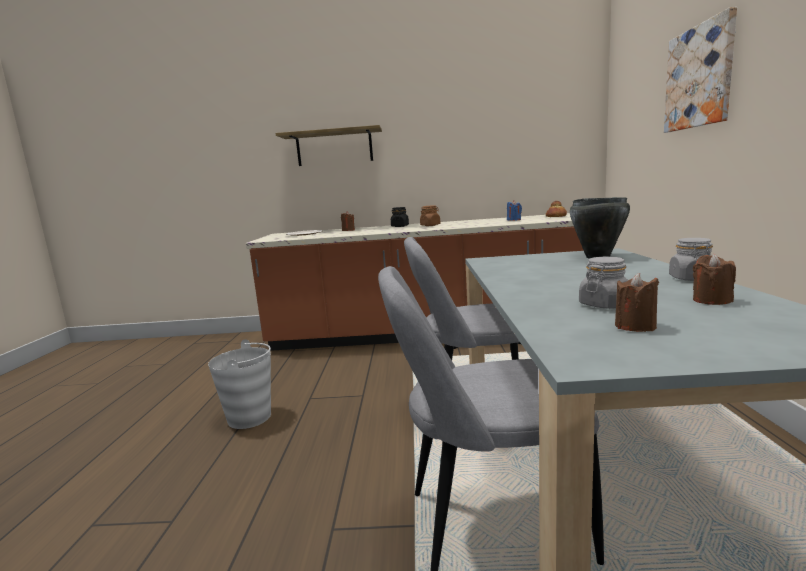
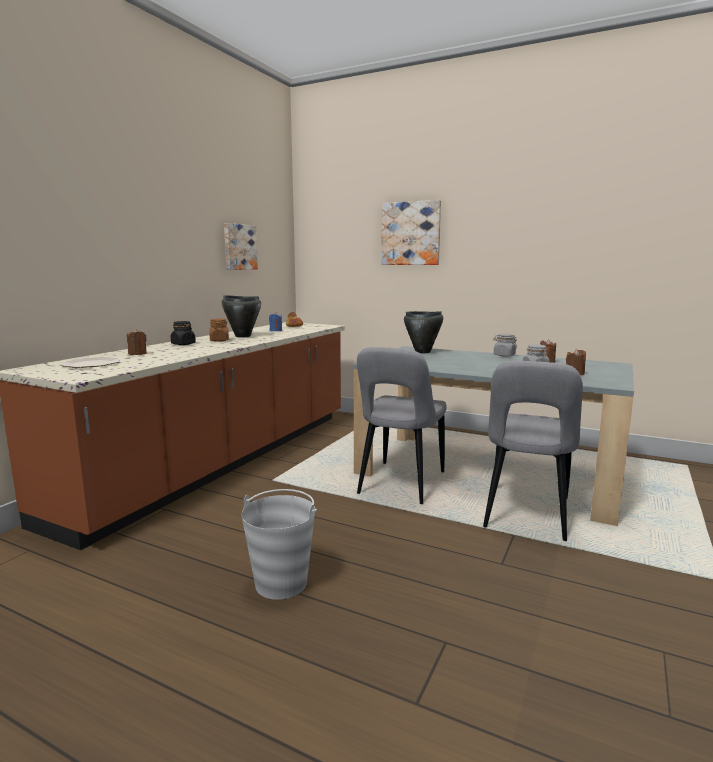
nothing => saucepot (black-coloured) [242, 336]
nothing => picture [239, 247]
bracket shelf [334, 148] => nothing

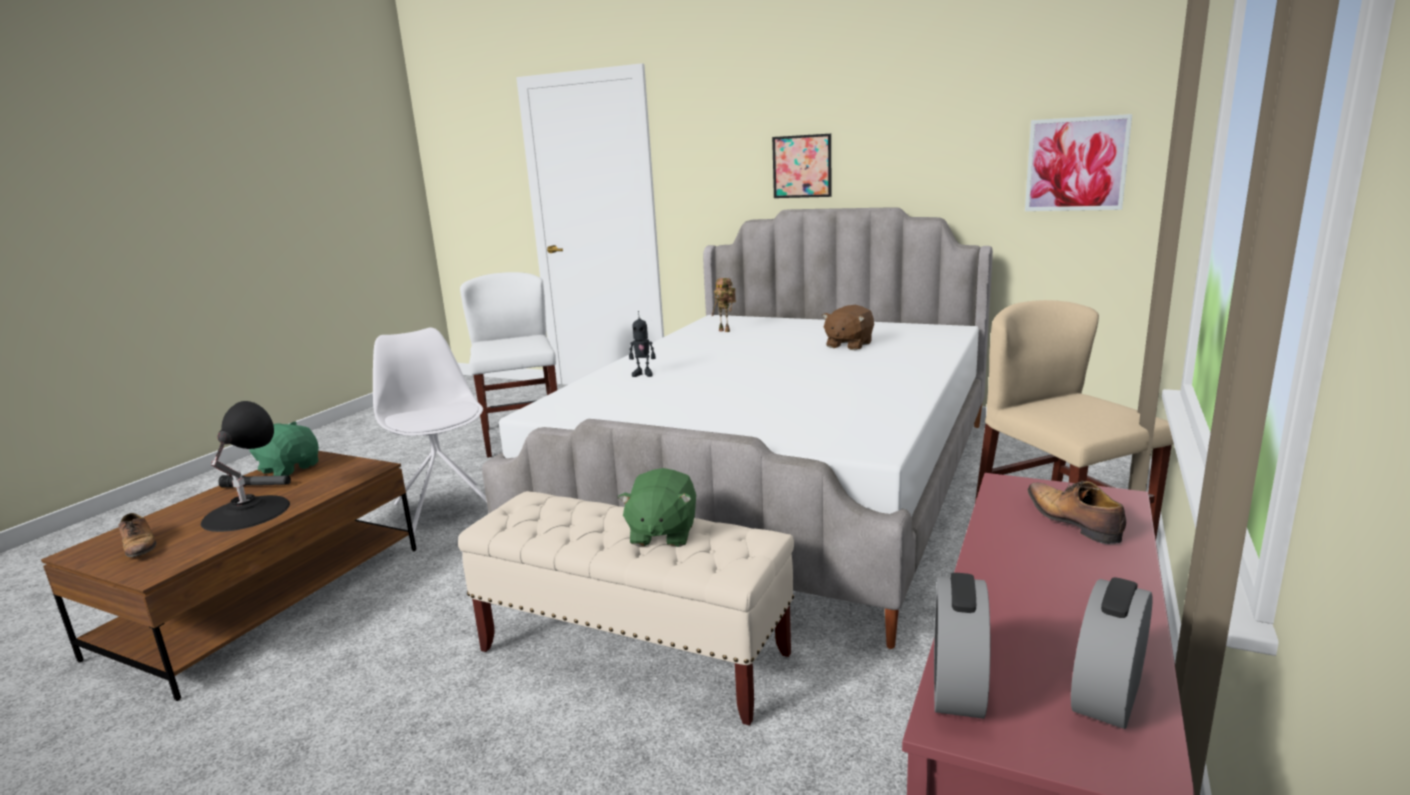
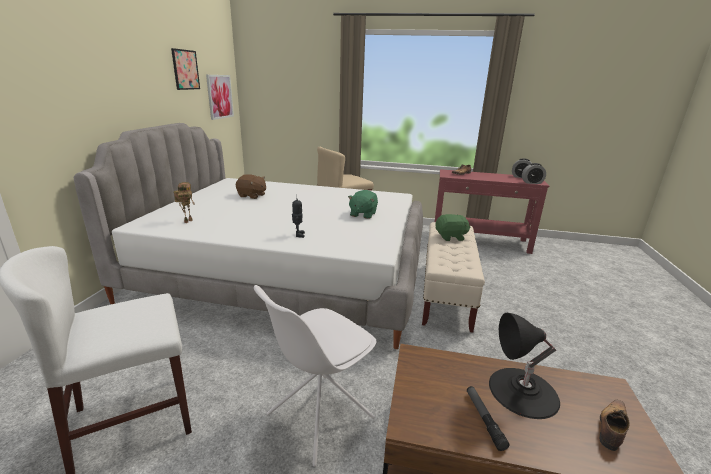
picture [802, 166] => picture [185, 69], relocated
soft toy (green-coloured) [290, 468] => soft toy (green-coloured) [362, 214], relocated

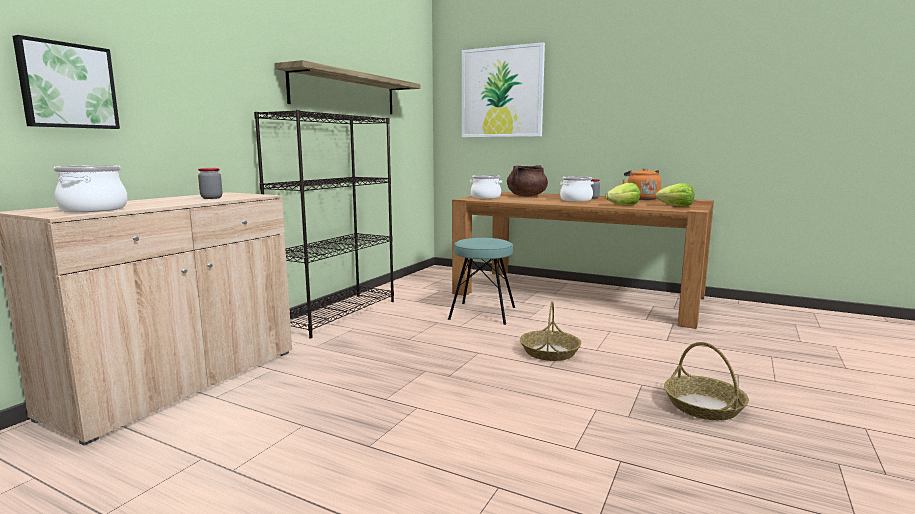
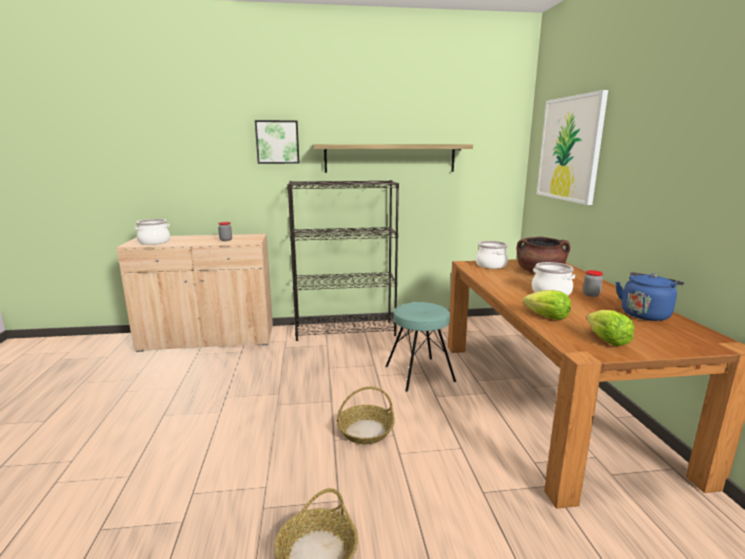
picture [67, 86] => picture [277, 142], relocated
water kettle (orangey) [641, 199] => water kettle (blue) [645, 314]

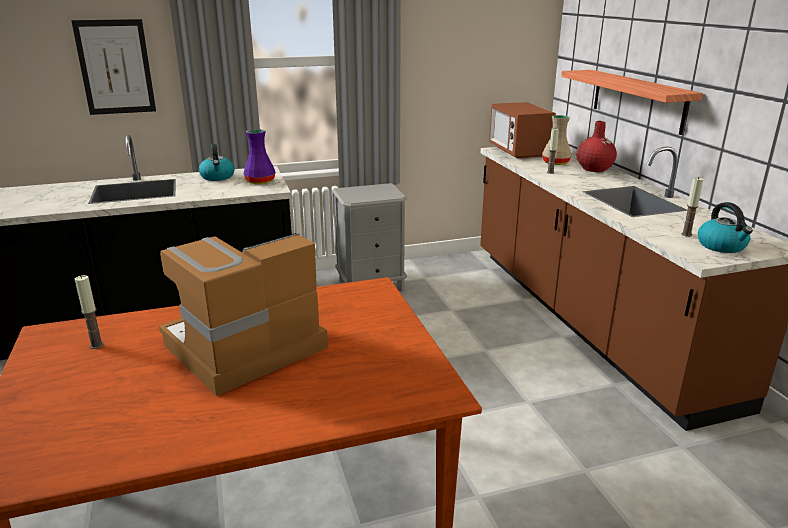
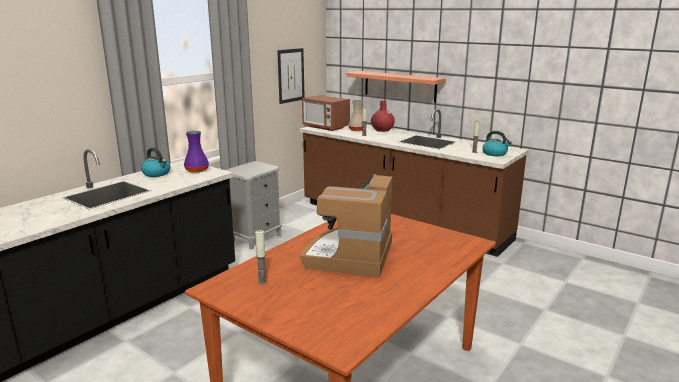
picture [115, 67] => picture [291, 75], relocated

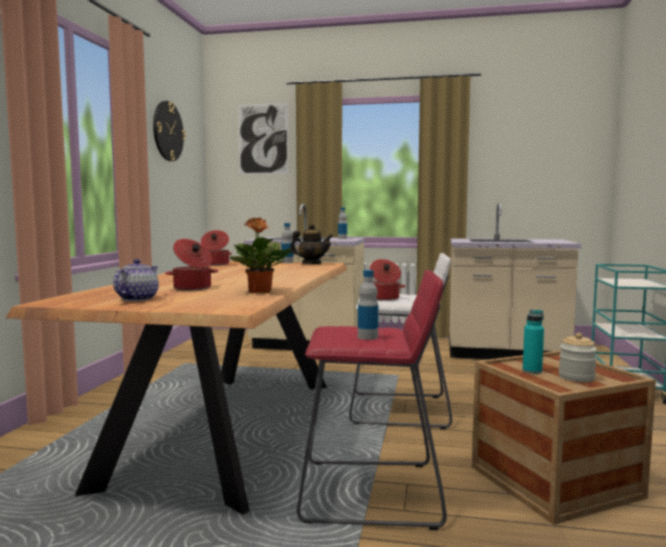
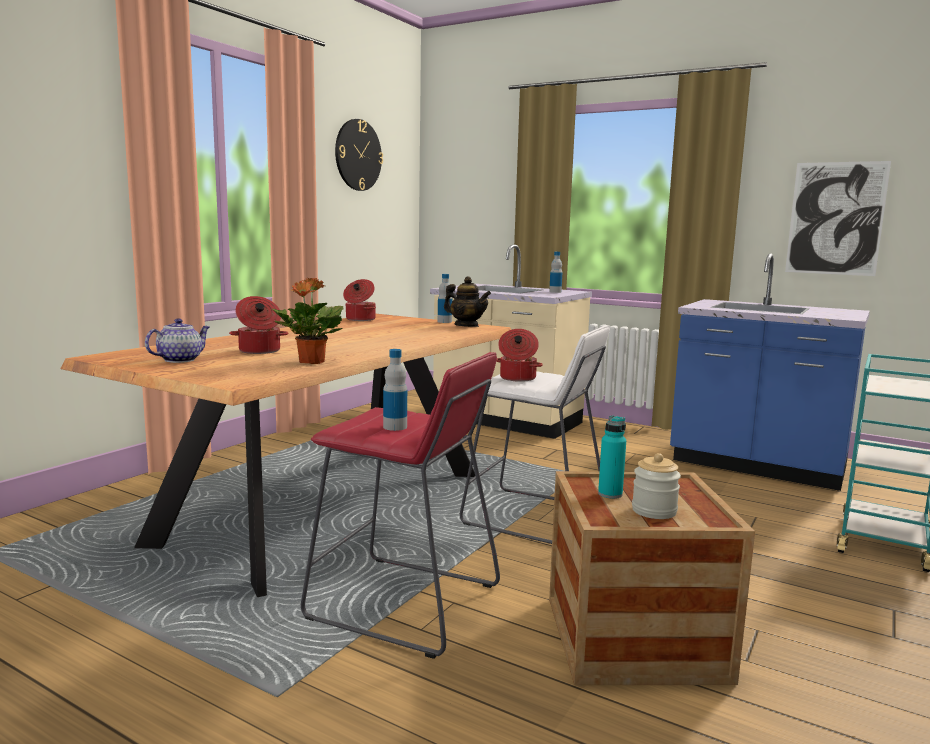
counter (beige-coloured) [505, 354] => counter (blue) [757, 466]
picture [263, 139] => picture [835, 218], relocated

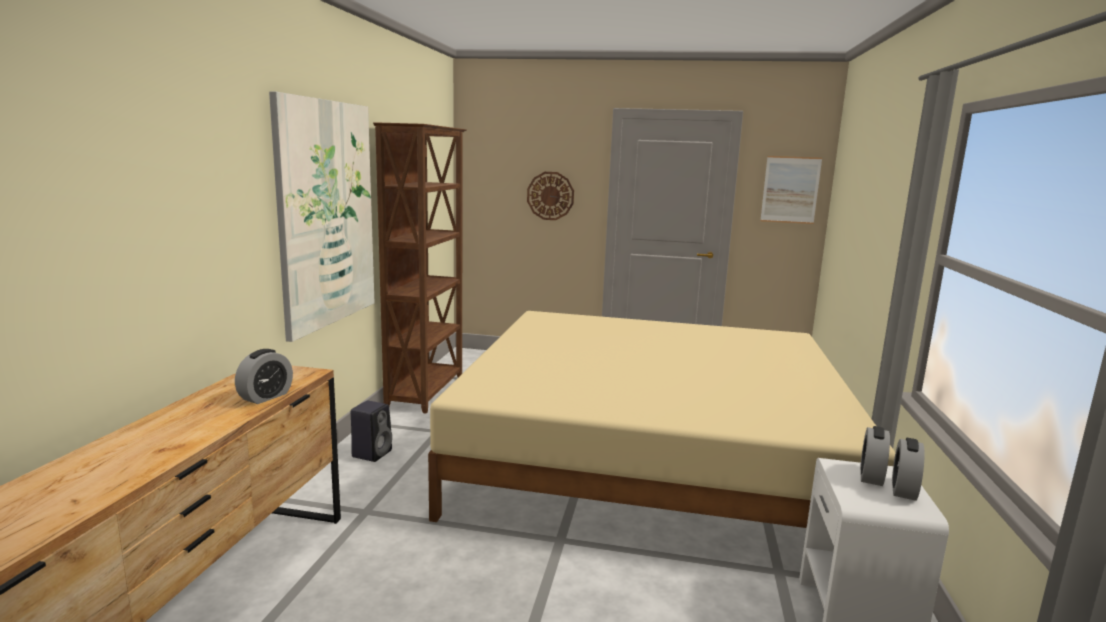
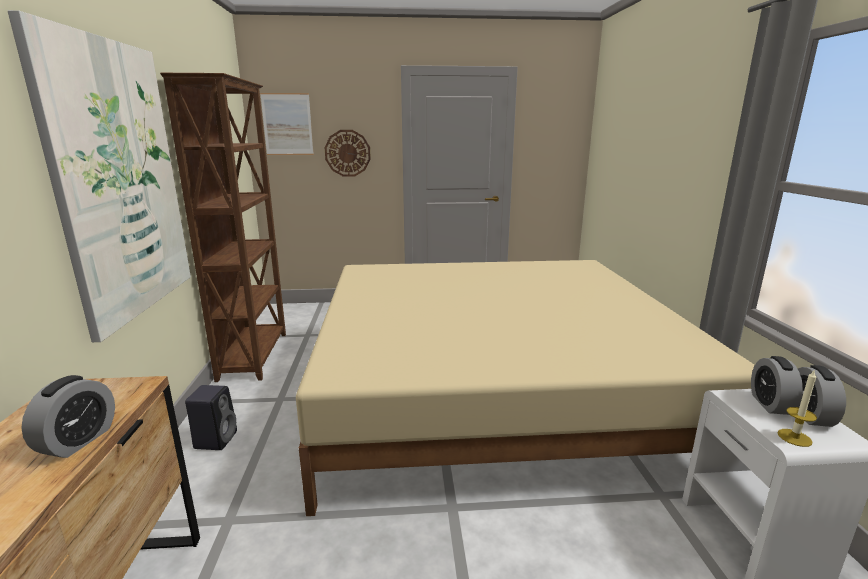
picture [790, 190] => picture [287, 124], relocated
nothing => wax light [794, 437]

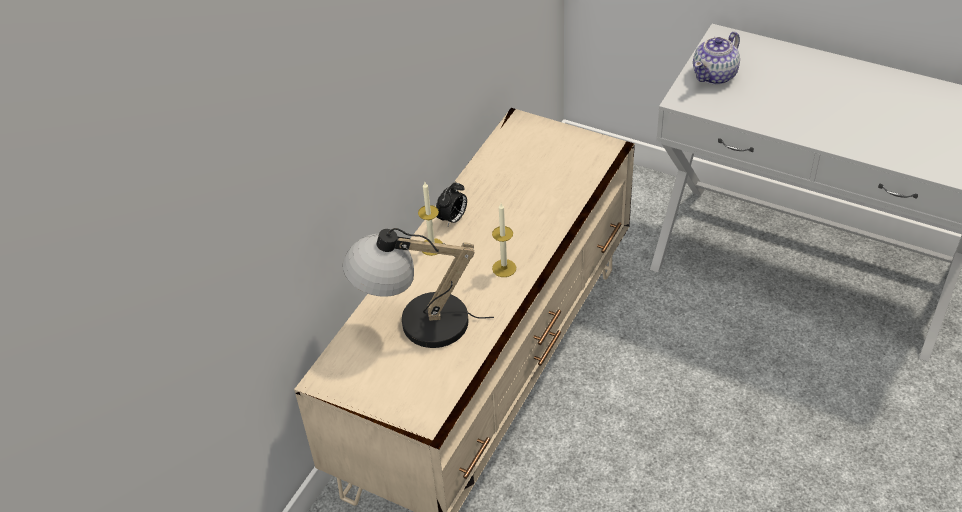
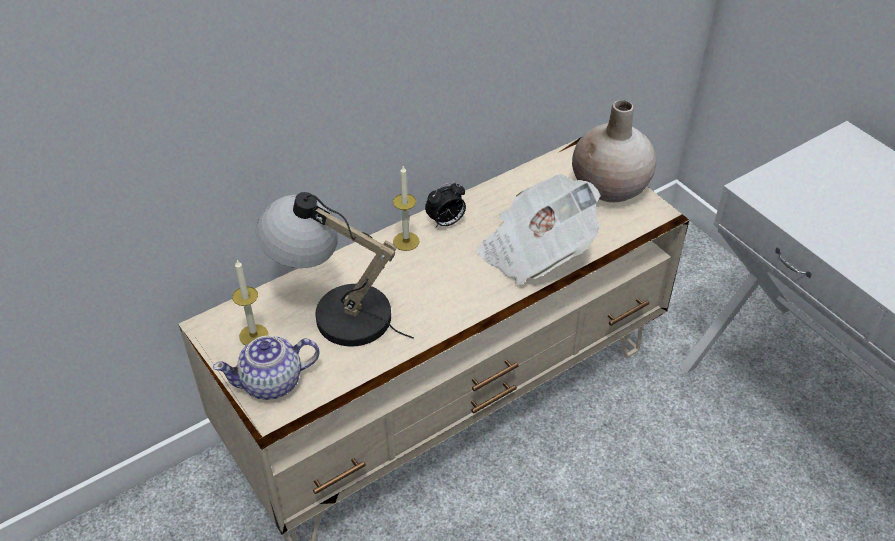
teapot [715, 75] => teapot [272, 382], relocated
wax light [504, 268] => wax light [253, 335], relocated
nothing => daily paper [535, 251]
nothing => decorative vase (beige-coloured) [610, 187]

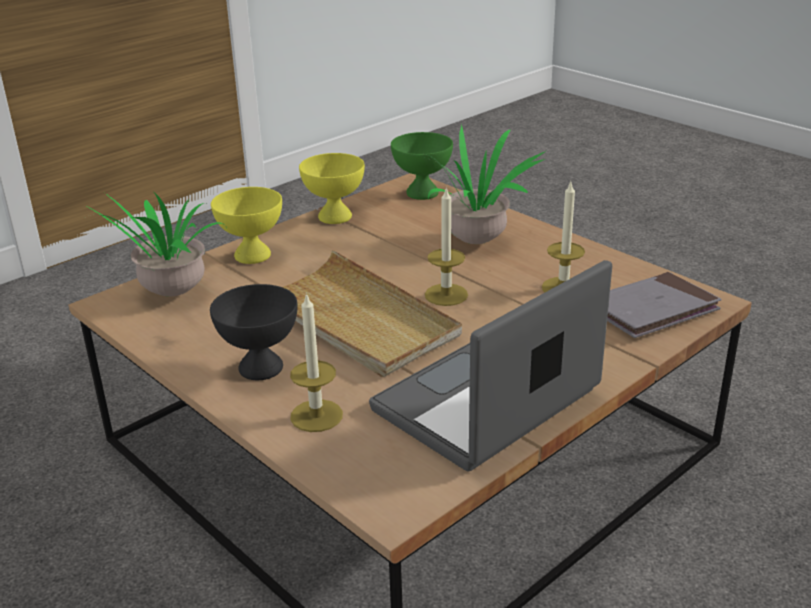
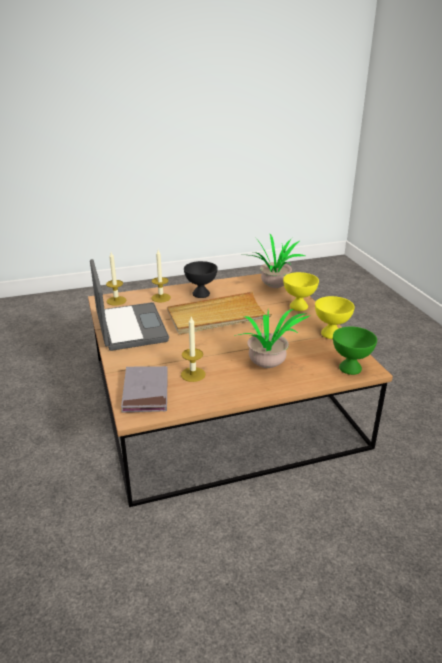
wax light [446, 295] => wax light [116, 301], relocated

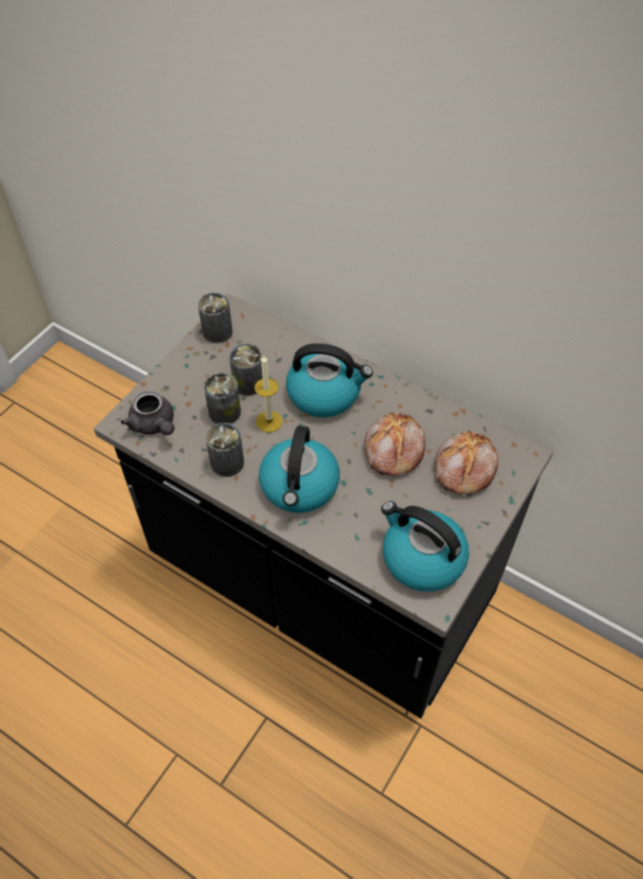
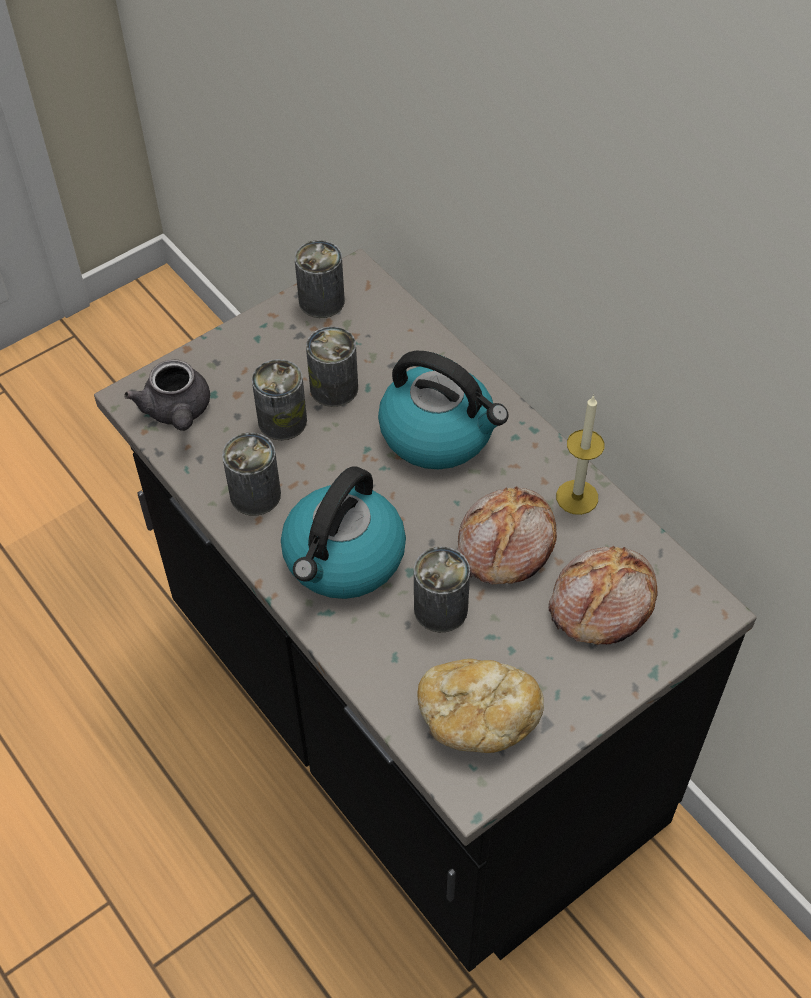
nothing => can [440, 609]
water kettle [421, 558] => bread [477, 717]
wax light [269, 421] => wax light [577, 497], relocated

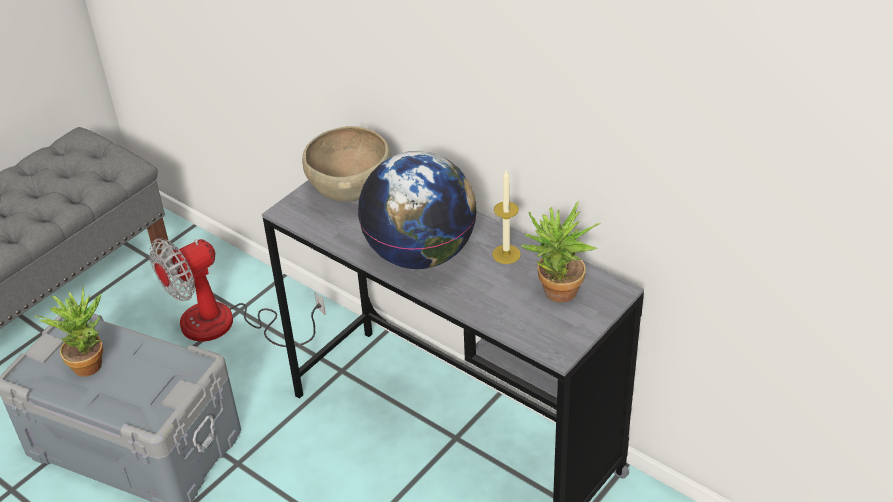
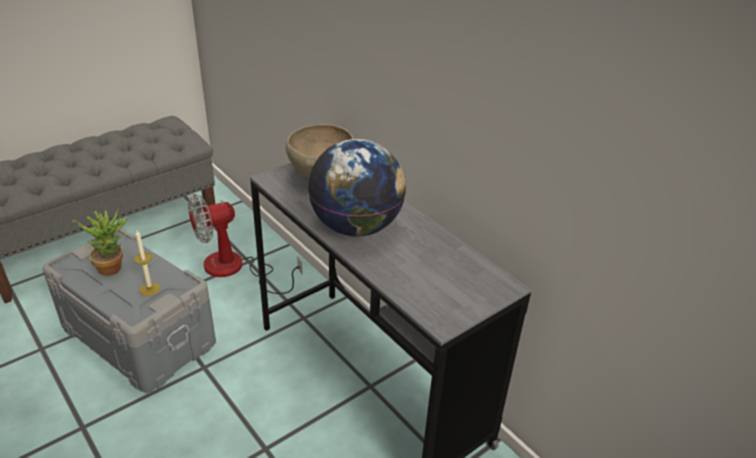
wax light [506, 254] => wax light [150, 289], relocated
houseplant [556, 295] => nothing

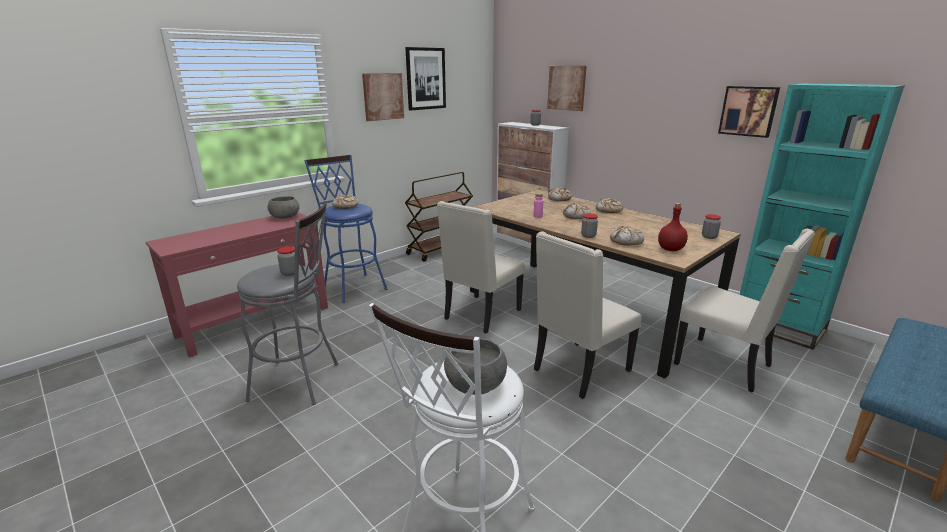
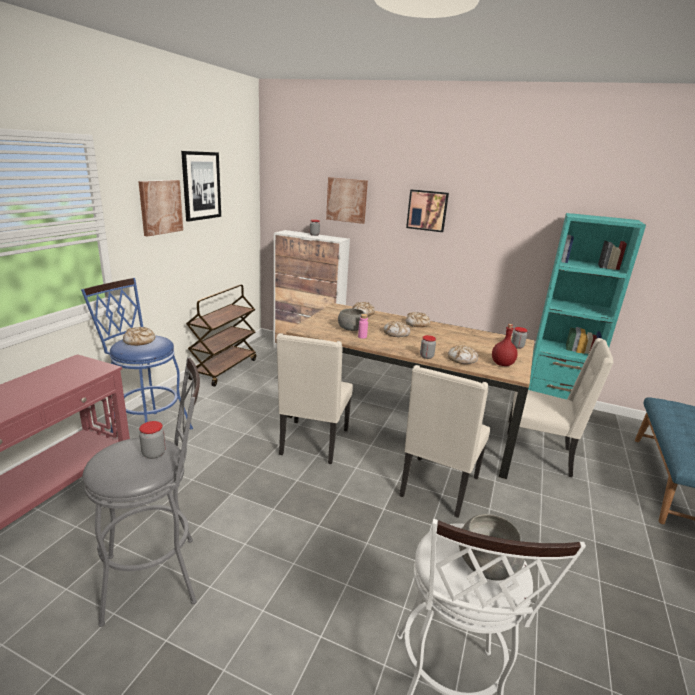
serving bowl (gray) [285, 217] => serving bowl (gray) [351, 328], relocated
picture [748, 111] => picture [427, 210], relocated

